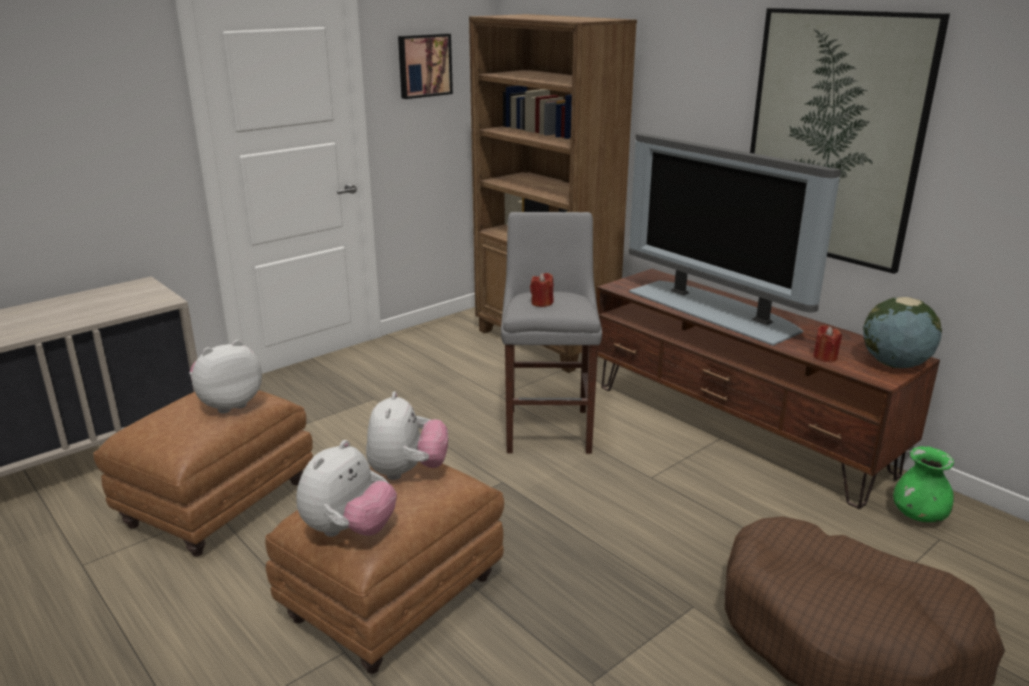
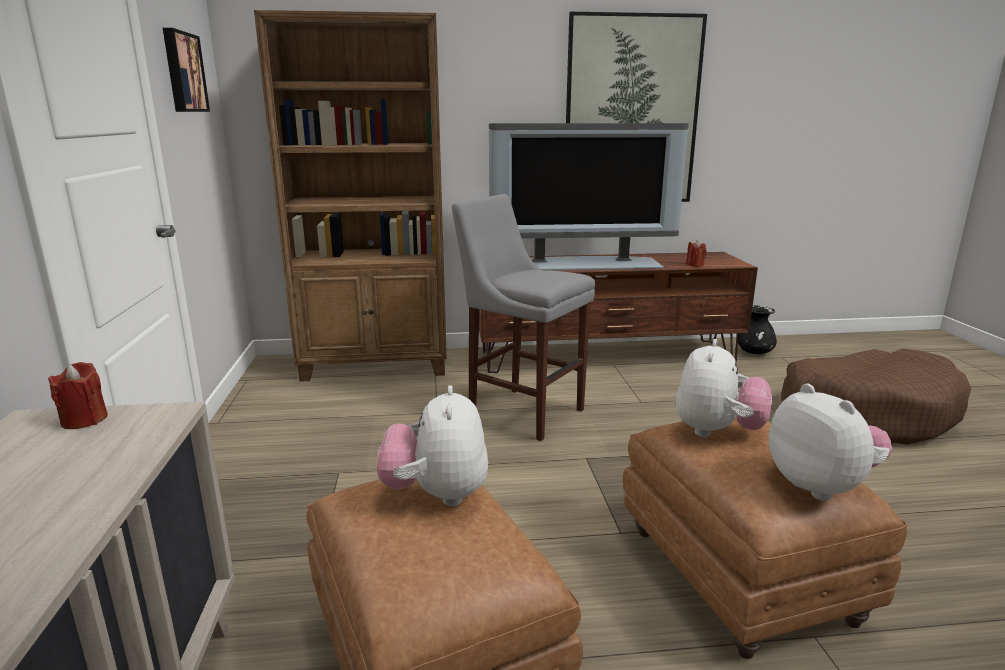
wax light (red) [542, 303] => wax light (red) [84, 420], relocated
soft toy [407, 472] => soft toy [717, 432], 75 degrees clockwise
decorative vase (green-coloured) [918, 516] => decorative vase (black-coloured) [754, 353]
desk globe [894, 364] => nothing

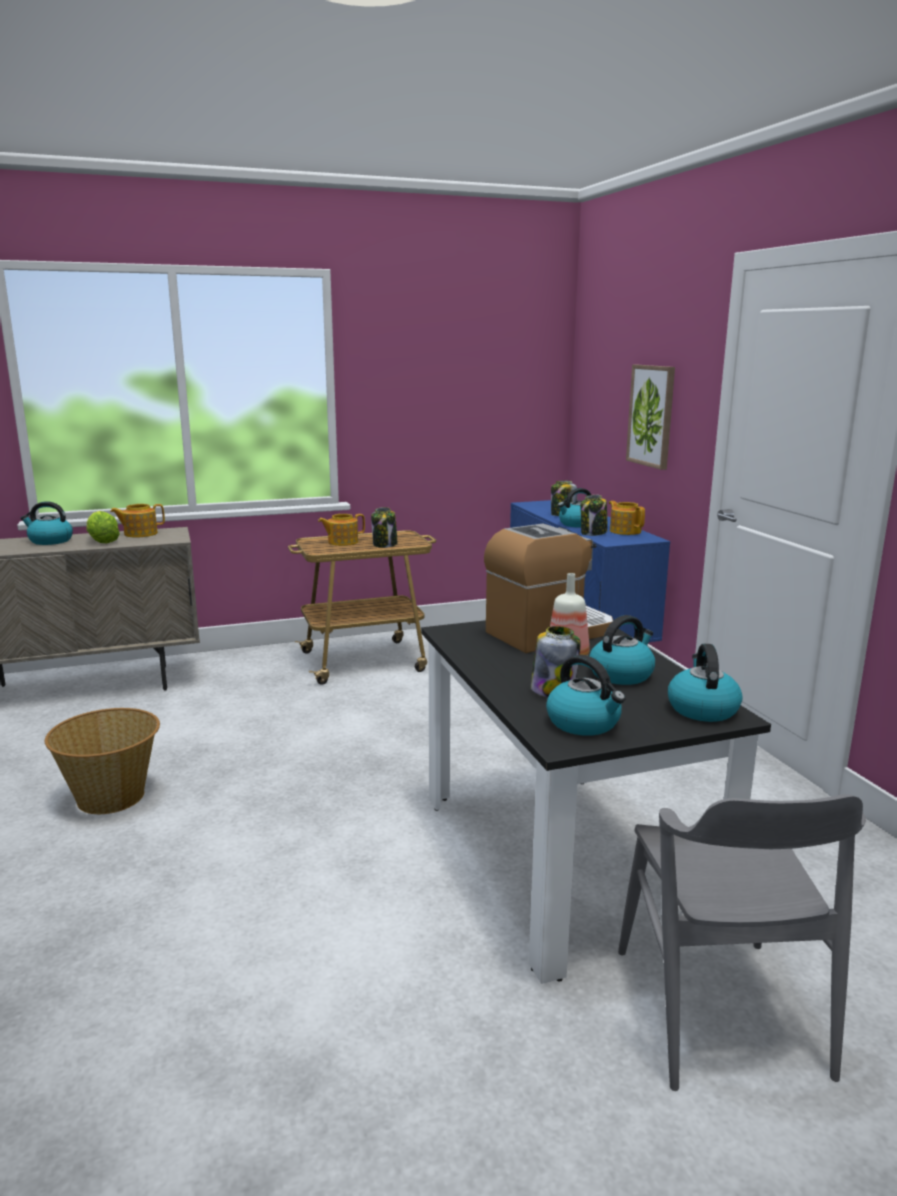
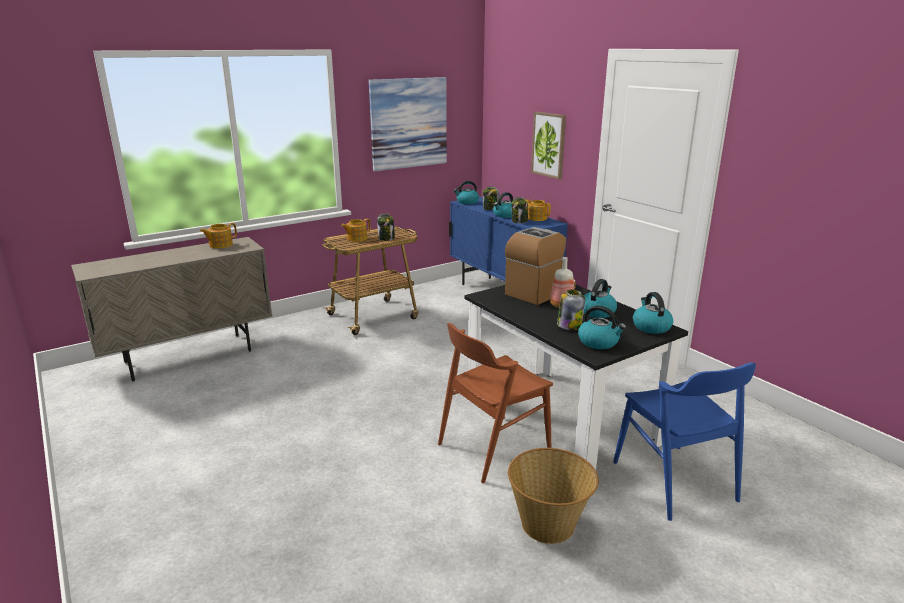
nothing => picture [408, 123]
nothing => chair (brownish) [493, 447]
water kettle [50, 541] => water kettle [467, 202], relocated
household basket [112, 797] => household basket [549, 524], relocated
chair (gray) [719, 1010] => chair (blue) [674, 481]
lettuce head [102, 541] => nothing

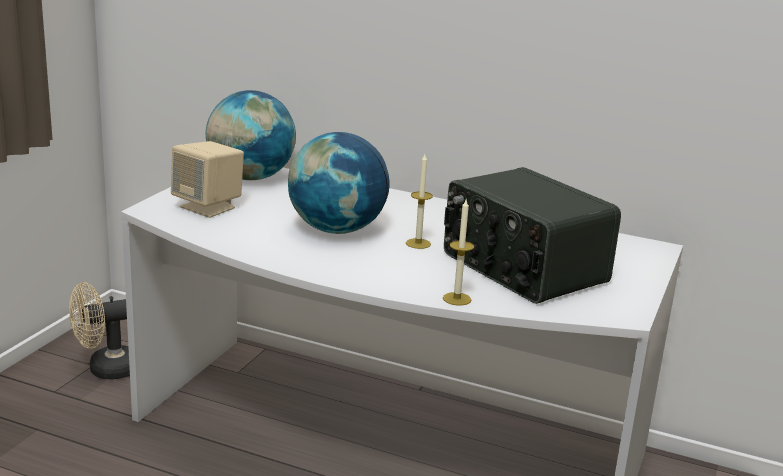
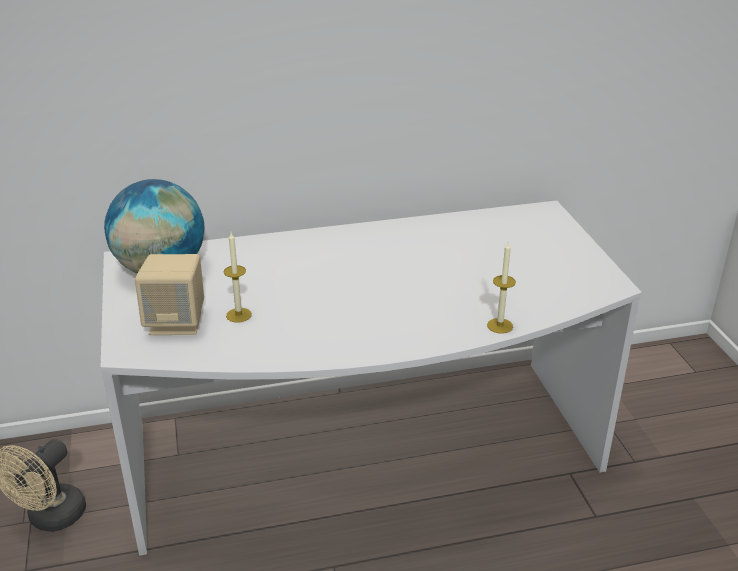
wax light [418, 243] => wax light [238, 315], relocated
desk globe [337, 230] => nothing
radio set [522, 269] => nothing

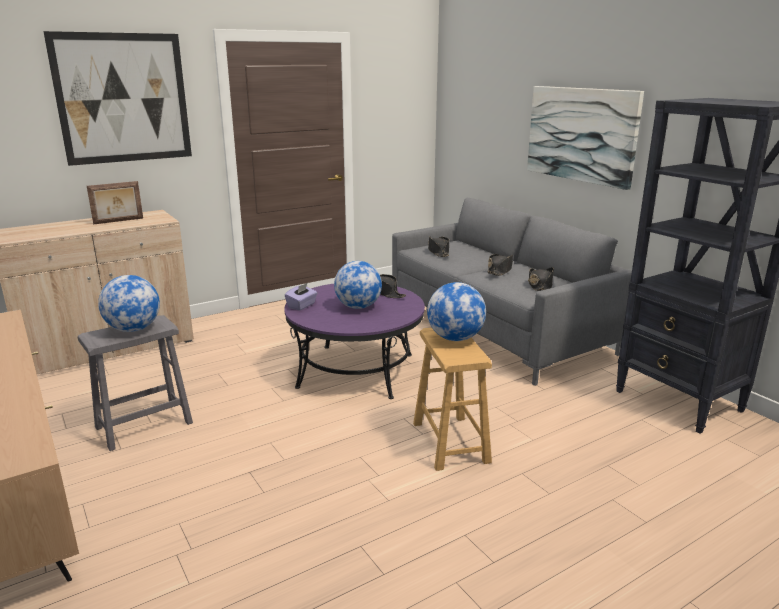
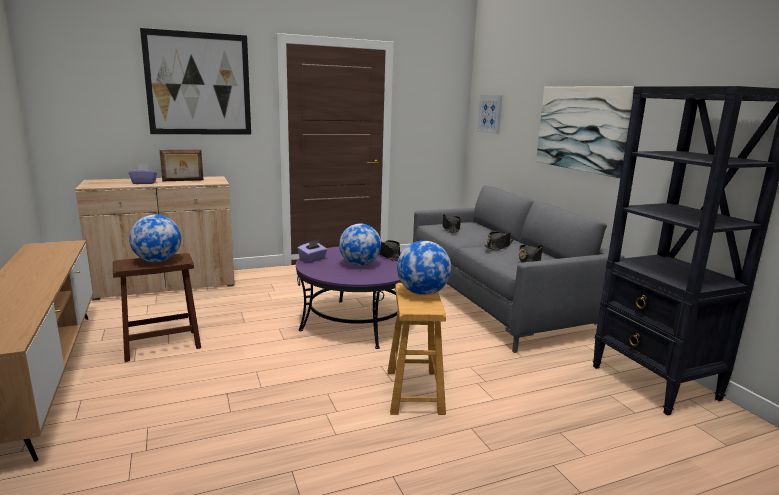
stool (gray) [144, 425] => stool (brownish) [162, 345]
nothing => tissue box (purple) [144, 183]
nothing => picture [490, 114]

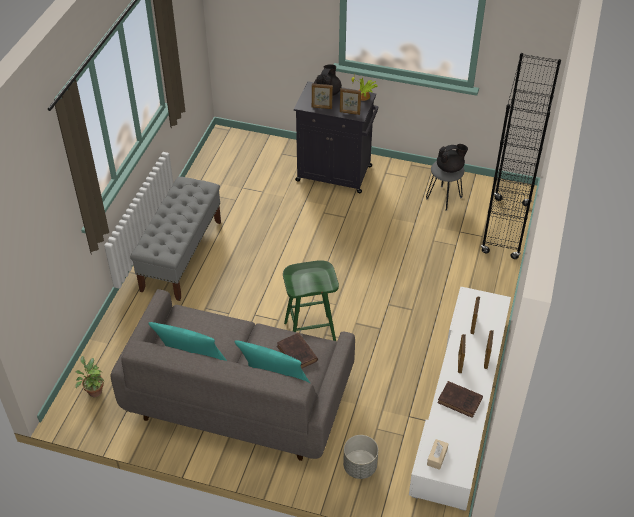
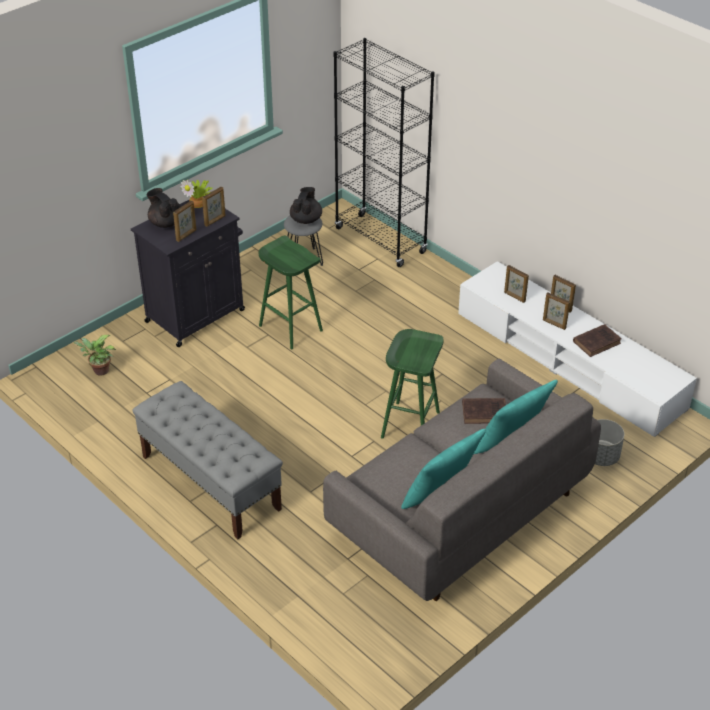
houseplant [93, 391] => houseplant [99, 371], relocated
nothing => stool (green-coloured) [289, 328]
tissue box (beige-coloured) [437, 457] => nothing

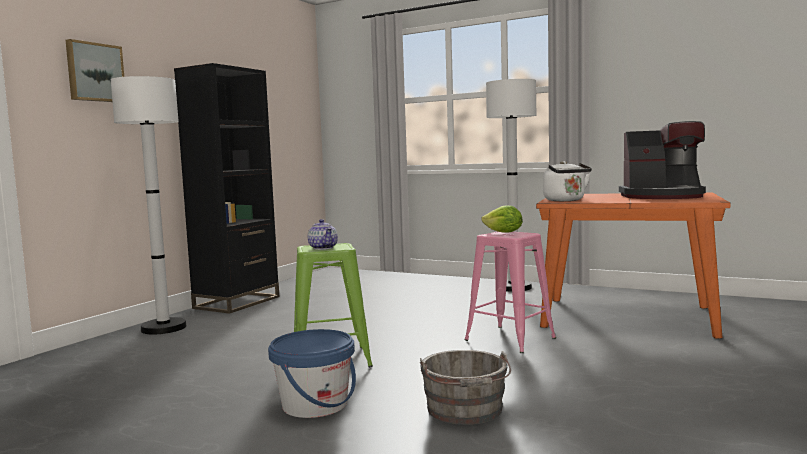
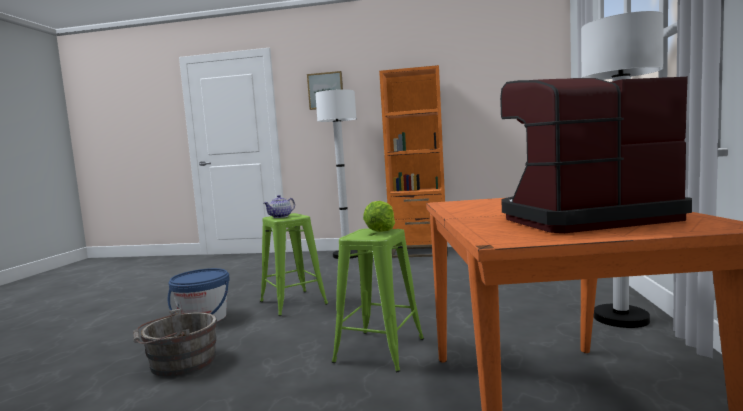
stool (pinkish) [510, 339] => stool (green-coloured) [379, 350]
bookshelf (black-coloured) [237, 302] => bookshelf (orangey) [419, 252]
coffee maker [662, 196] => coffee maker [581, 219], 90 degrees clockwise
water kettle (white) [566, 200] => nothing

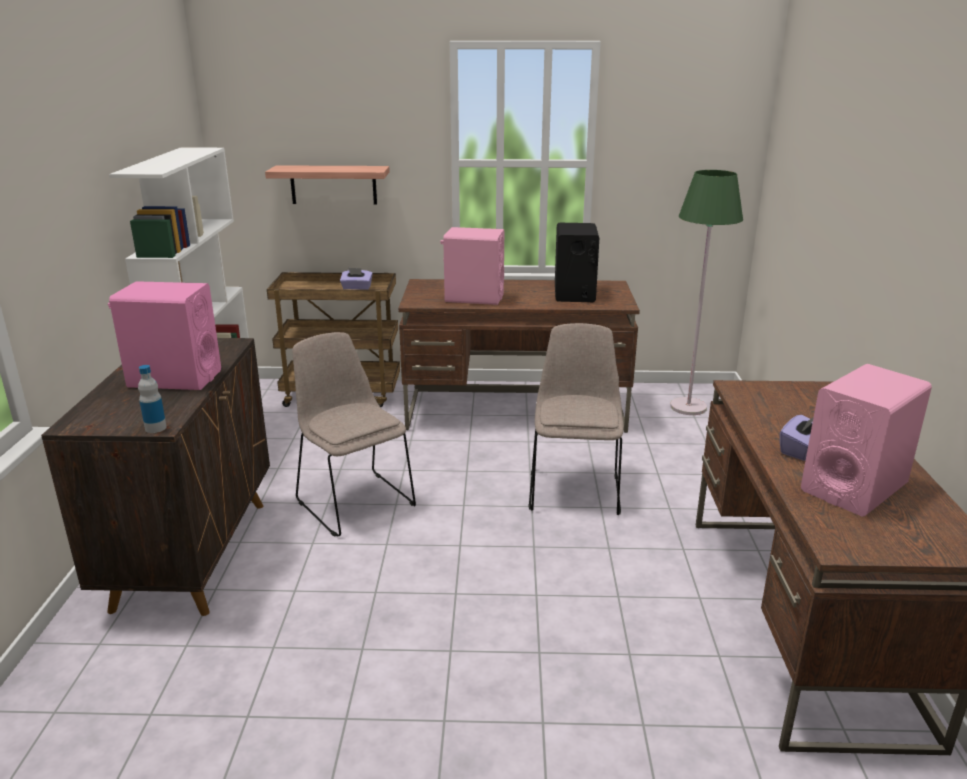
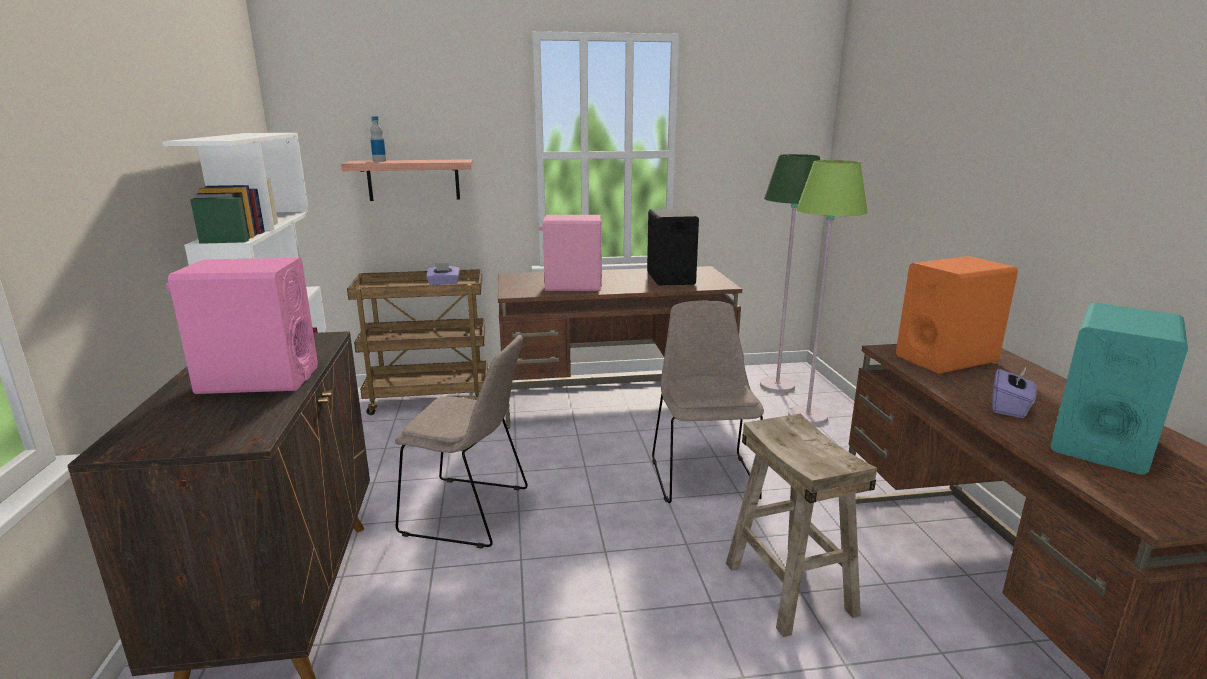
beverage bottle [155, 428] => beverage bottle [379, 161], relocated
chair (beige-coloured) [354, 501] => chair (beige-coloured) [470, 512], 150 degrees clockwise
nothing => stool (beige-coloured) [788, 588]
nothing => standing lamp (green-coloured) [807, 416]
nothing => audio speaker (orangey) [946, 359]
audio speaker (pinkish) [853, 487] => audio speaker (turquoise) [1099, 442]

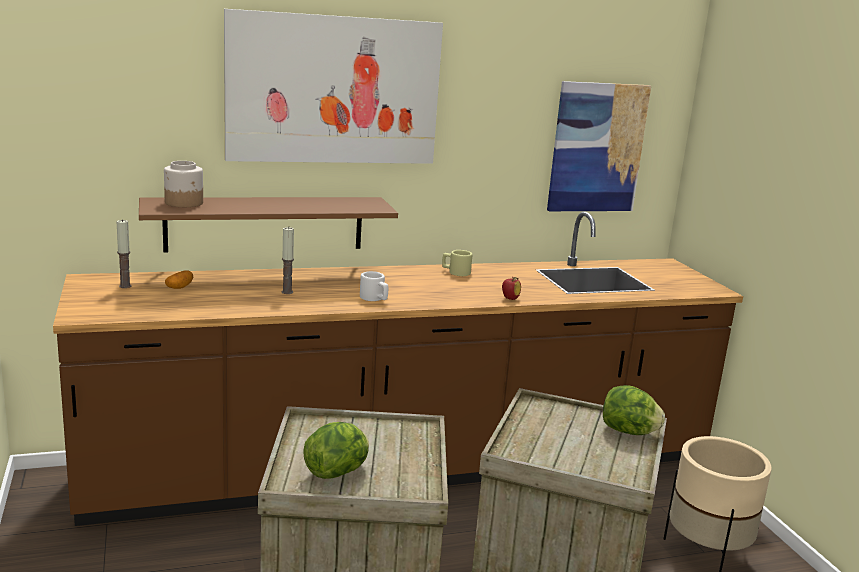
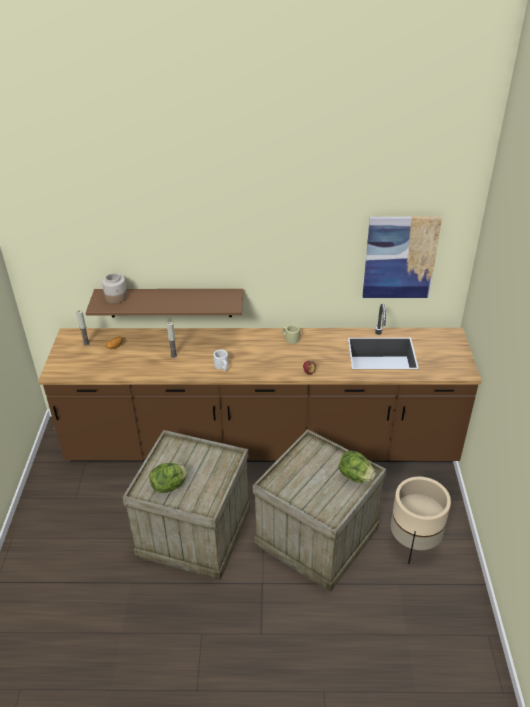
picture [333, 90] => nothing

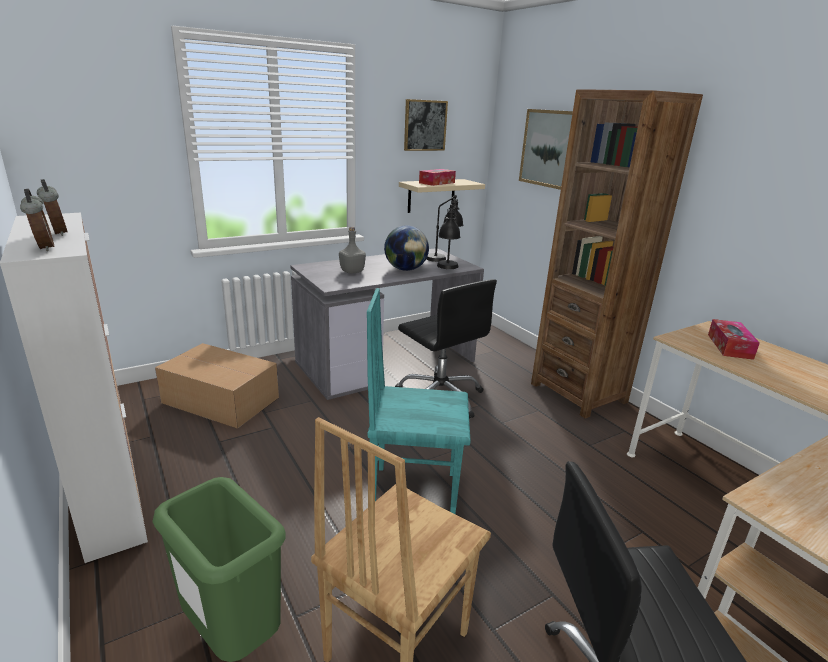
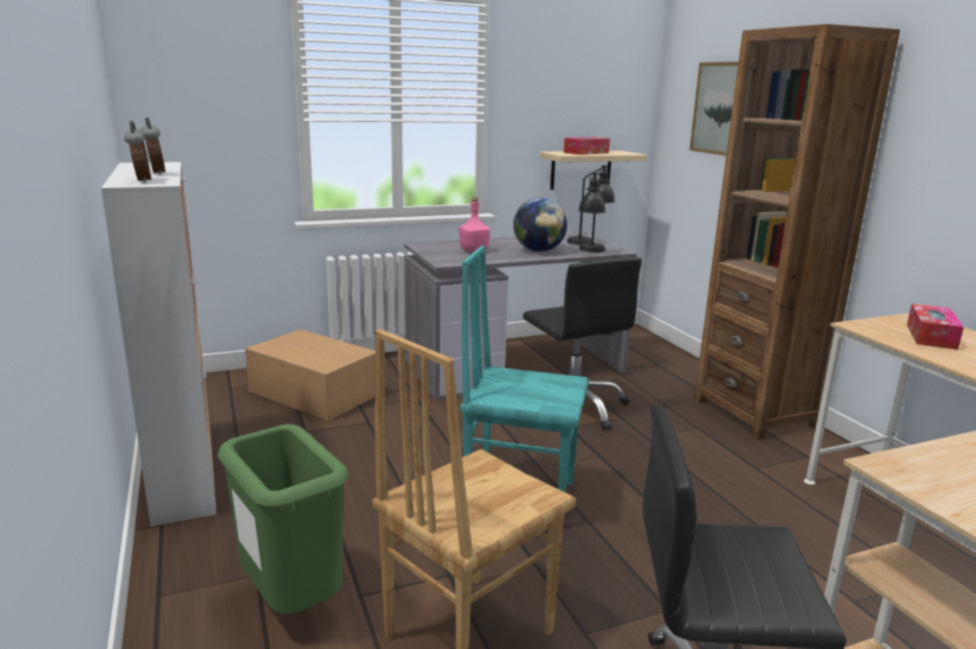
beverage bottle (gray) [351, 271] => beverage bottle (pinkish) [473, 250]
picture [425, 125] => nothing

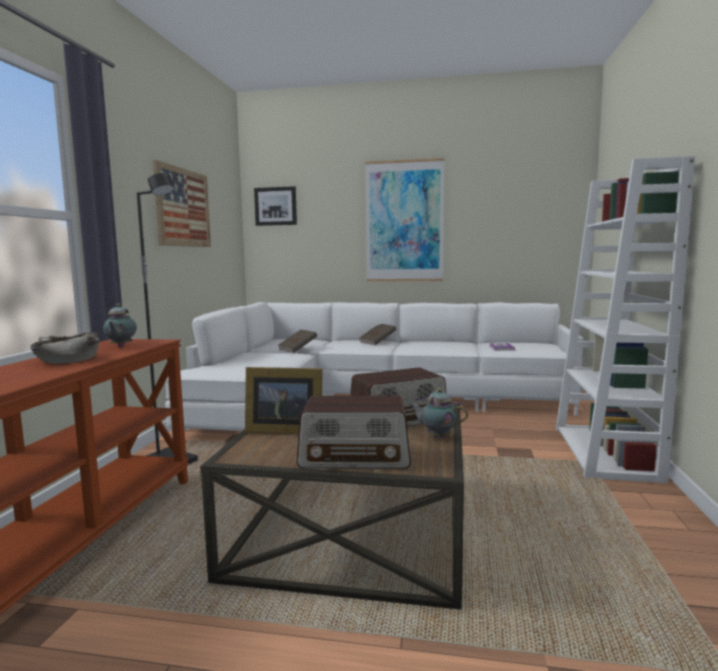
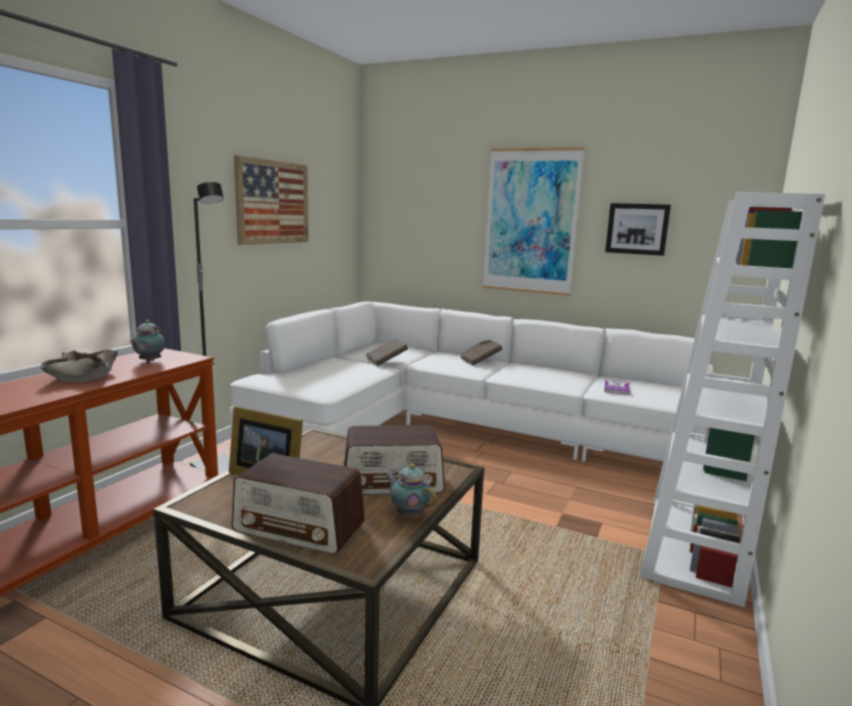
picture [275, 206] => picture [637, 229], relocated

